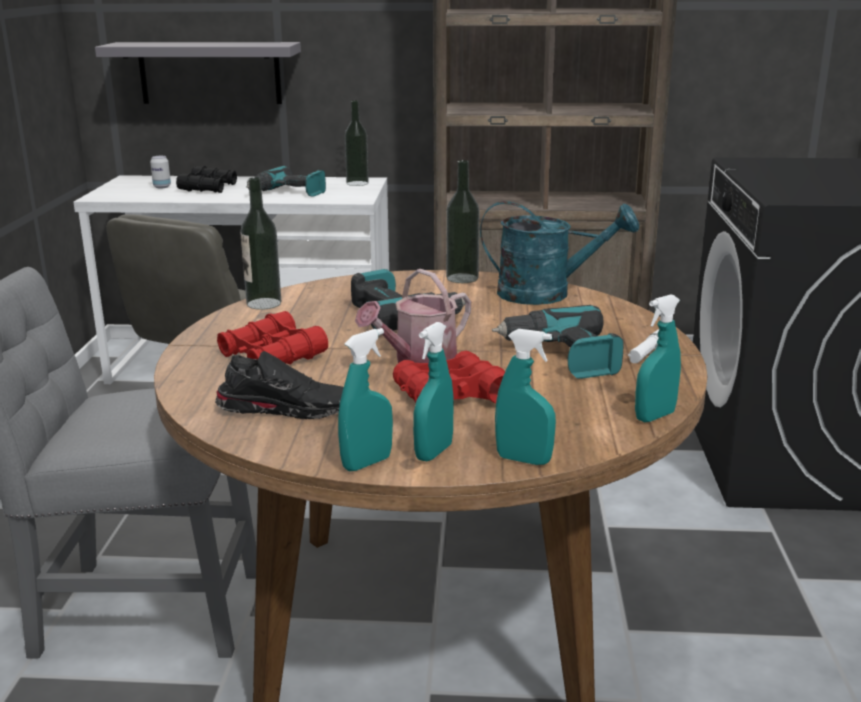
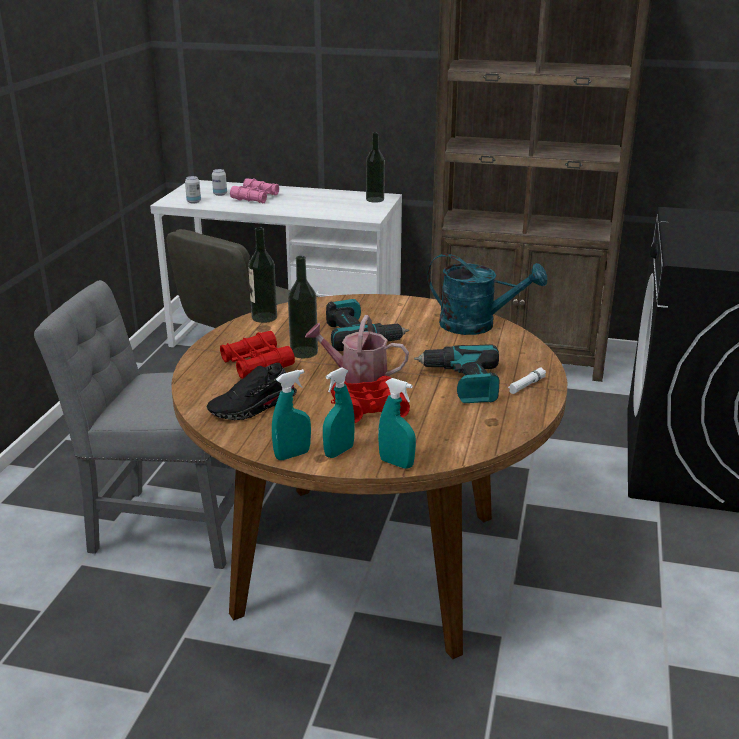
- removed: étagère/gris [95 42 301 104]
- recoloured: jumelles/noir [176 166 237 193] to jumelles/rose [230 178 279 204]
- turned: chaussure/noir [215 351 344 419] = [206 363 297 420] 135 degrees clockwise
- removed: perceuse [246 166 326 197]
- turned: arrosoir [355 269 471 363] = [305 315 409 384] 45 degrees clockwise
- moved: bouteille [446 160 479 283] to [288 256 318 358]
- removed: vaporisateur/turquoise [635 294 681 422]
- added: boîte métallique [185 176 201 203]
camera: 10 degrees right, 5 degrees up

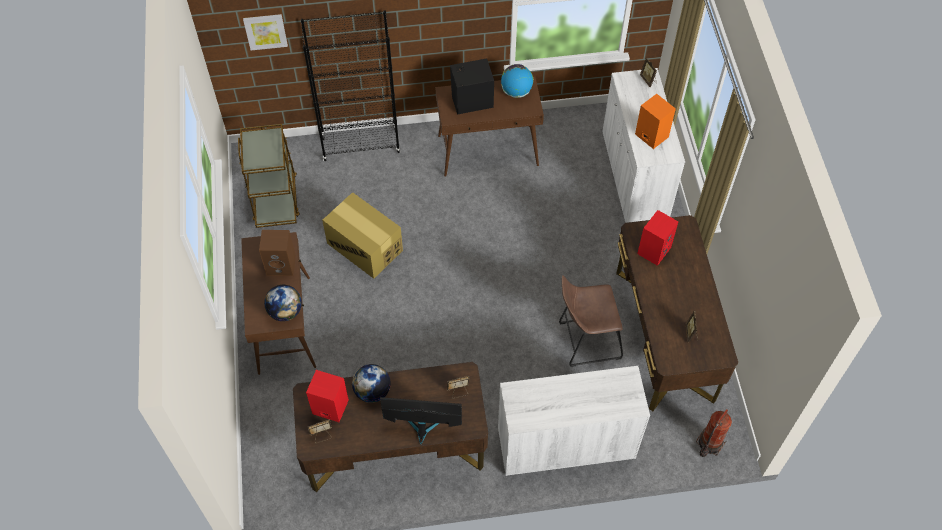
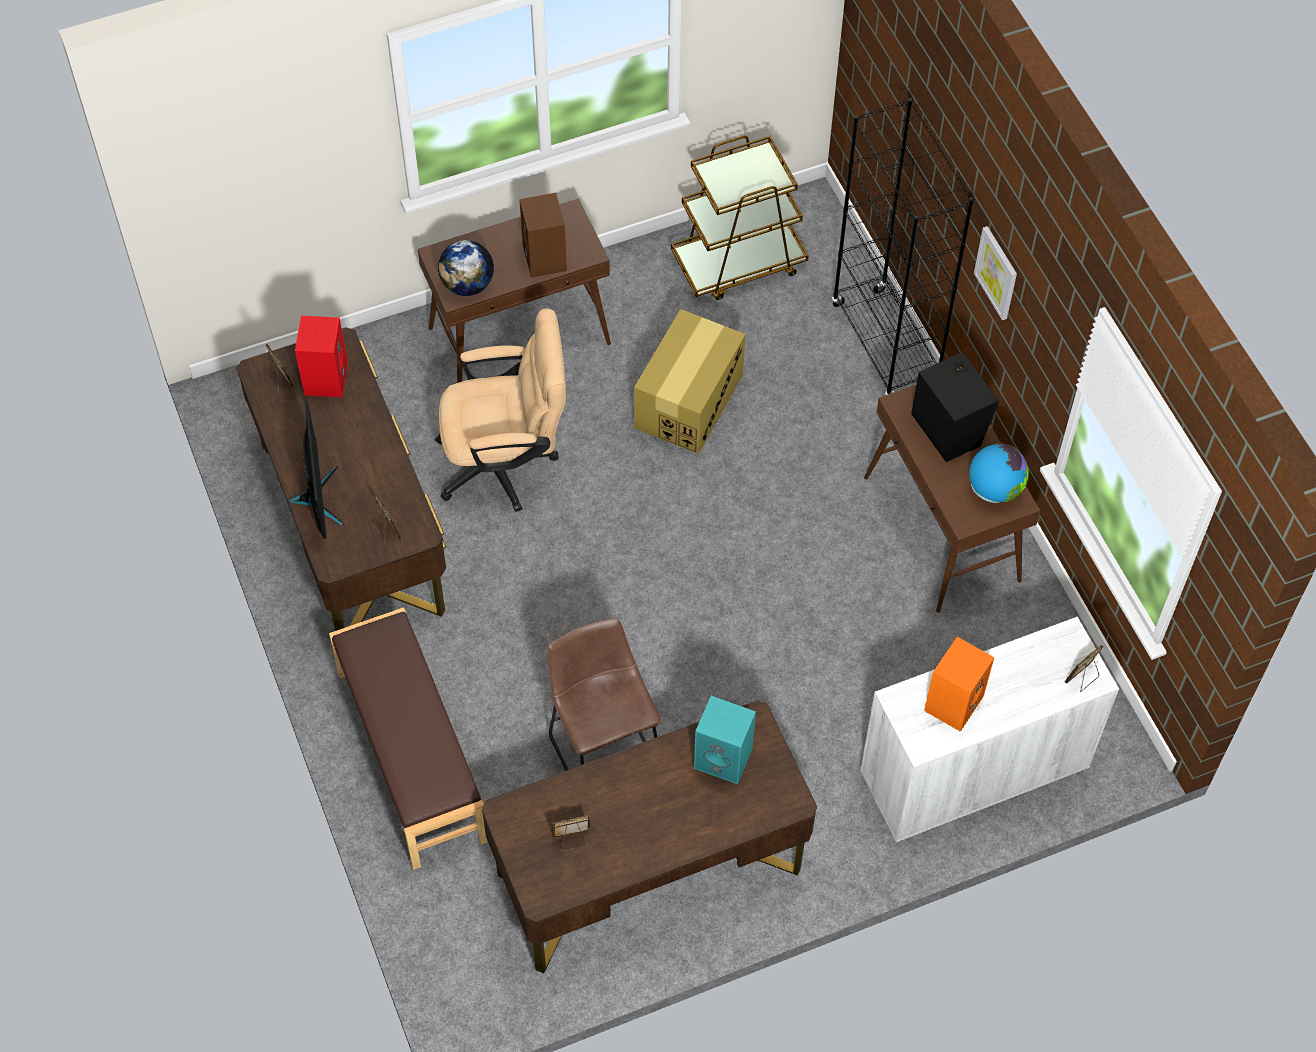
- moved: tableau [243 14 288 50] to [974 226 1017 320]
- removed: globe [352 364 391 403]
- replaced: meuble de rangement/blanc [498 366 650 476] to banc/marron [329 607 488 870]
- recoloured: enceinte/rouge [637 210 678 266] to enceinte/turquoise [694 696 756 784]
- removed: extincteur [696 409 732 457]
- added: chaise de bureau/beige [435 308 566 512]
camera: 75 degrees right, 0 degrees up

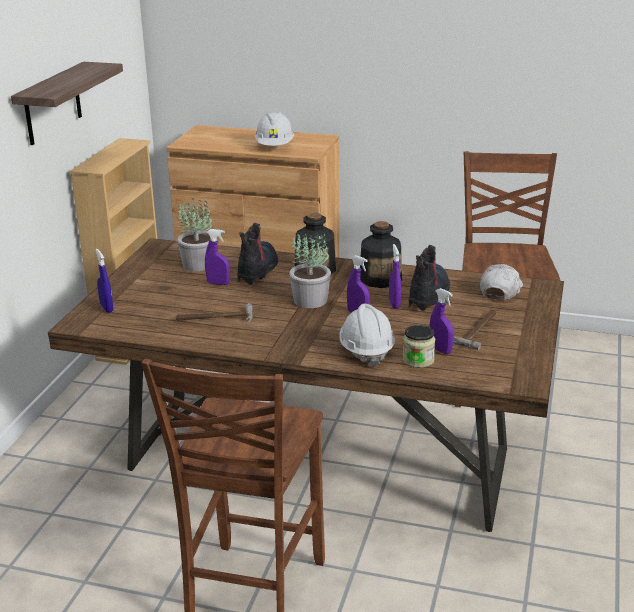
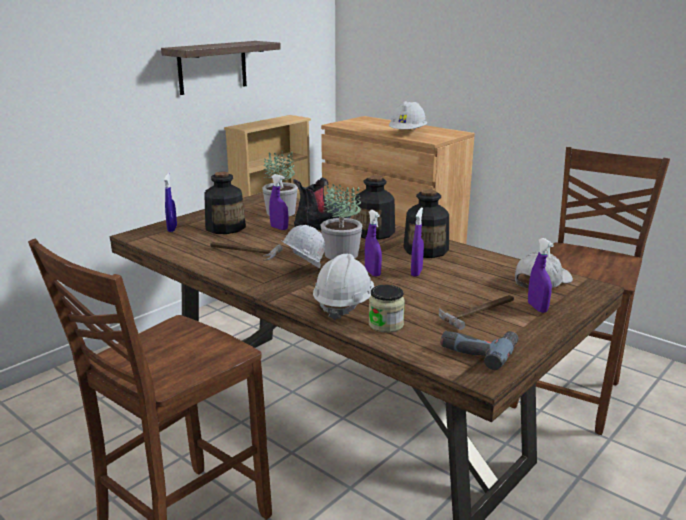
- removed: botte [409 245 450 311]
- moved: vaporisateur/violet [429 288 454 354] to [528 238 554 313]
- added: bouteille [204 172 246 234]
- added: casque de chantier/blanc [282 225 325 269]
- added: perceuse [441 331 518 370]
camera: 25 degrees right, 5 degrees down

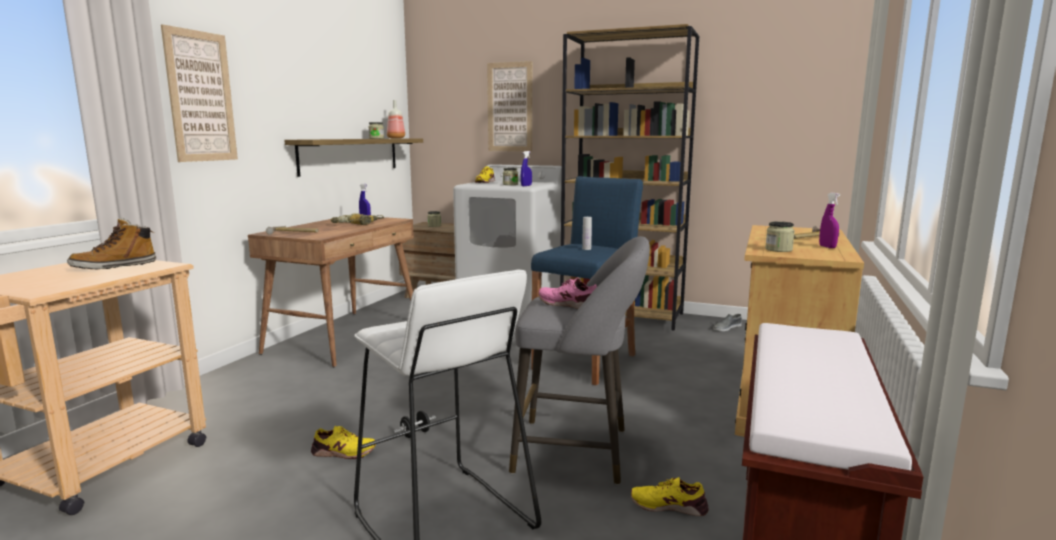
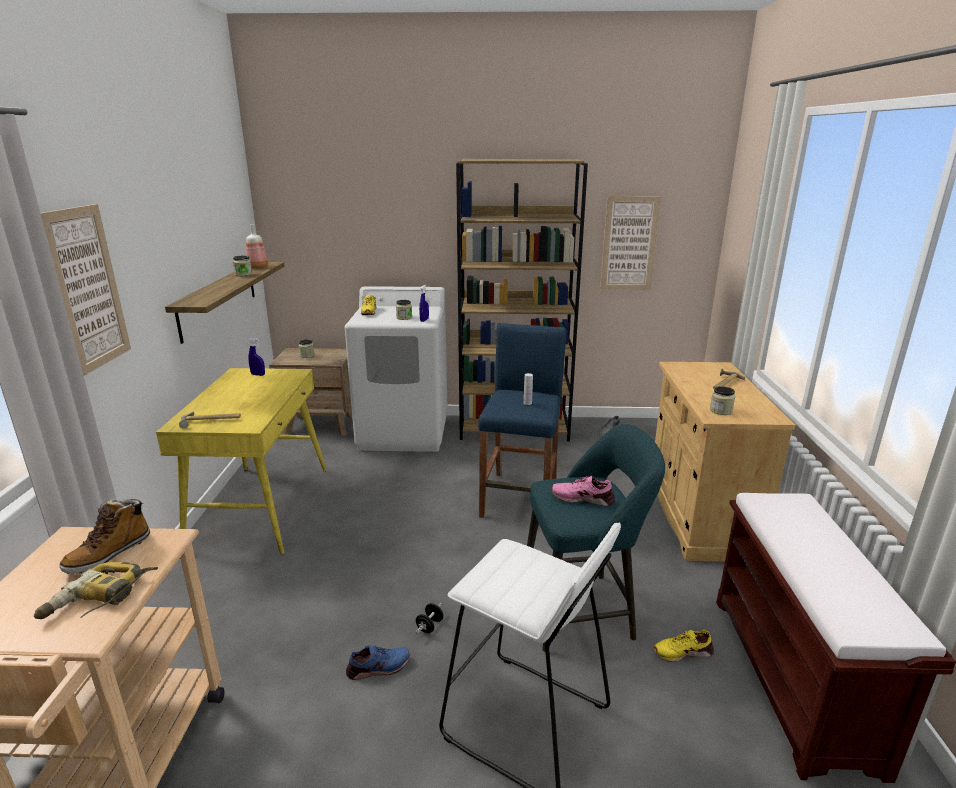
- recoloured: bureau/marron [248 217 414 367] to bureau/jaune [156 368 327 554]
- recoloured: chaussure/jaune [311 426 376 459] to chaussure/bleu [346 645 410 680]
- moved: perceuse [331 213 384 225] to [34 562 158 619]
- moved: tableau [487 61 532 151] to [600 196 661 290]
- recoloured: tabouret/gris [509 236 650 485] to tabouret/turquoise [527 424 665 652]
- removed: vaporisateur/violet [819 193 840 248]
camera: 20 degrees left, 10 degrees up

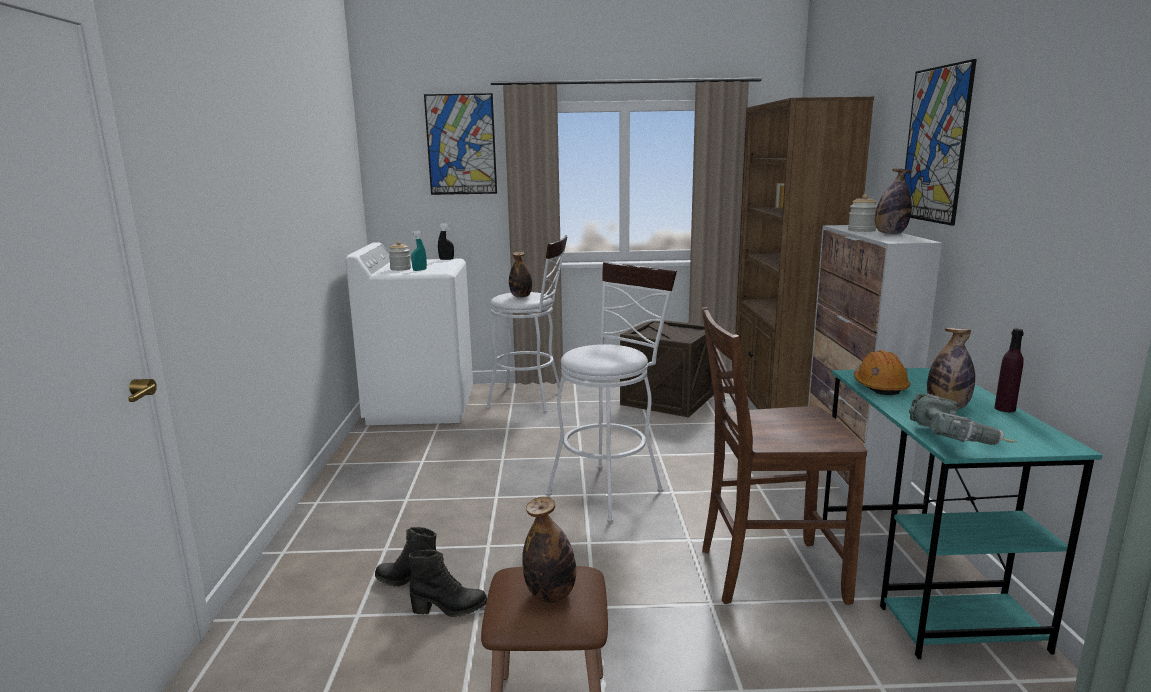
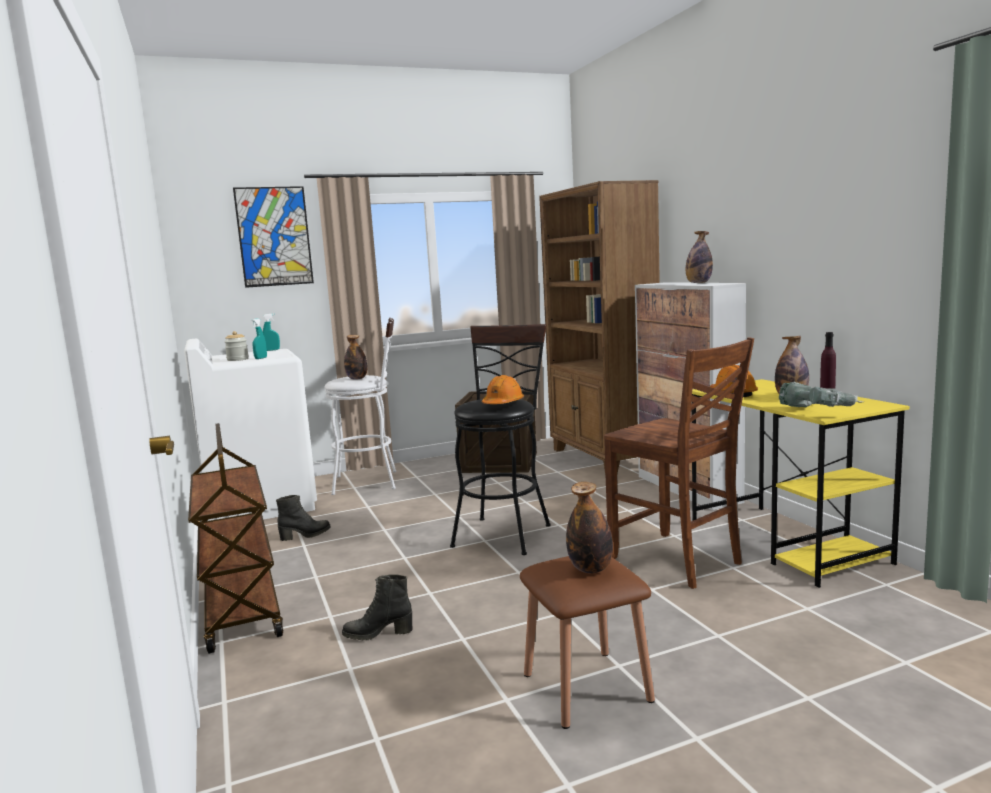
- moved: botte/noir [409 549 487 617] to [276 495 331 541]
- recoloured: vaporisateur/noir [438 223 454 260] to vaporisateur/turquoise [263 314 280 351]
- recoloured: tabouret/blanc [546 262 677 523] to tabouret/noir [450 324 550 555]
- turned: chaise/marron [702 307 867 605] = [604 338 754 589] 105 degrees counterclockwise
- recoloured: bureau/turquoise [823 368 1103 659] to bureau/jaune [692 379 909 588]
- removed: bocal [848 194 877 232]
- removed: tableau [904 59 977 226]
- added: chariot/marron [188 423 284 654]
- added: casque de chantier/orange [482 375 524 404]
camera: 20 degrees left, 5 degrees down

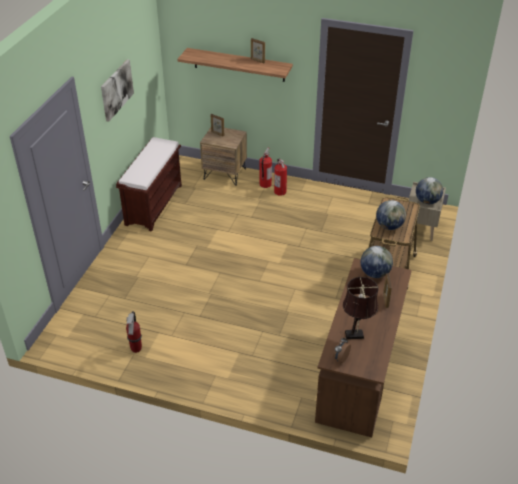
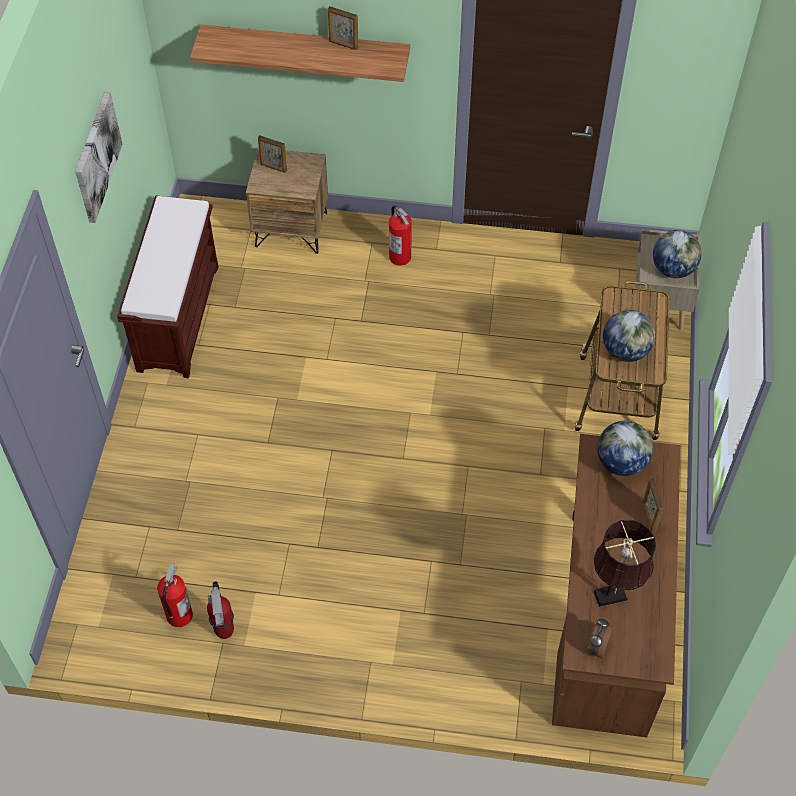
- moved: extincteur [260 148 272 188] to [157 563 193 627]
camera: 10 degrees left, 15 degrees up

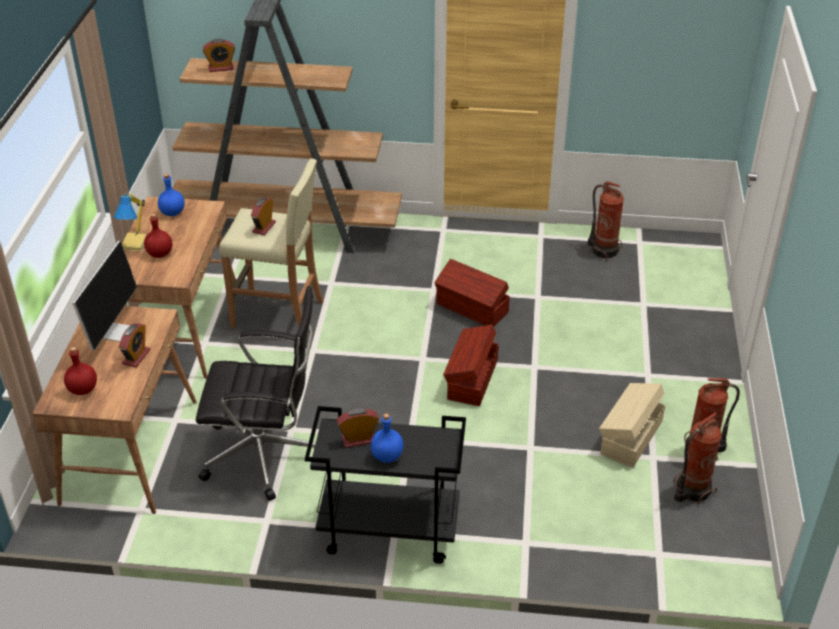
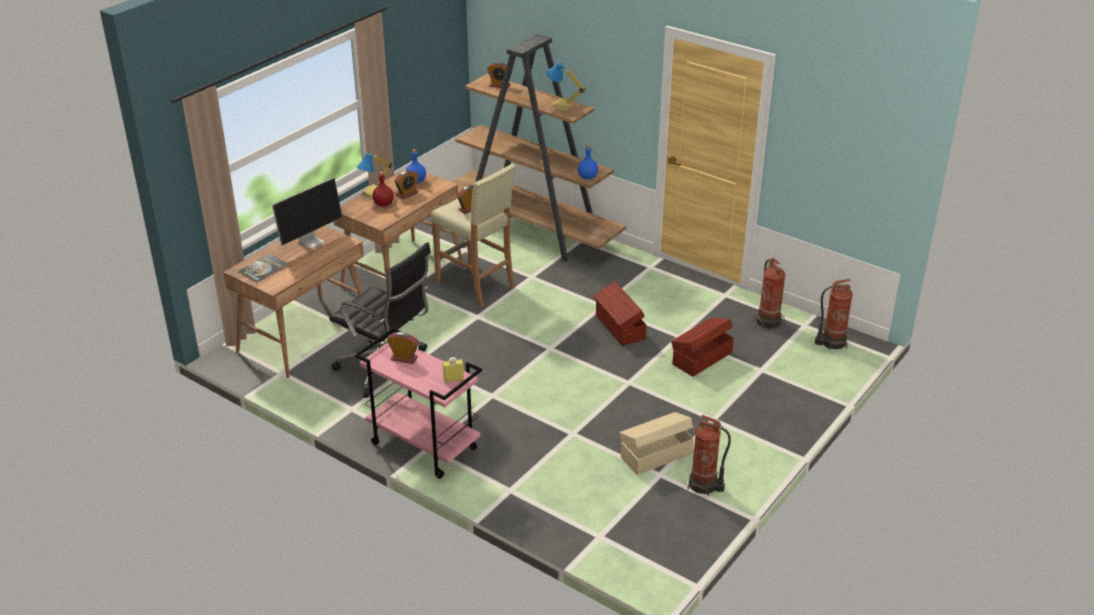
- replaced: bouteille/rouge [64 347 97 395] to livre [238 254 288 282]
- moved: réveil [119 323 150 367] to [394 170 419 199]
- recoloured: chariot/noir [305 406 466 564] to chariot/rose [354 328 482 479]
- moved: bouteille/bleu [371 413 404 463] to [578 145 598 179]
- moved: boîte de rangement/marron [443 325 499 406] to [671 318 734 377]
- moved: extincteur [673 413 722 504] to [815 279 853 350]
- added: bouteille/jaune [443 357 464 383]
- added: lampe de table [546 61 586 111]
camera: 30 degrees right, 5 degrees down

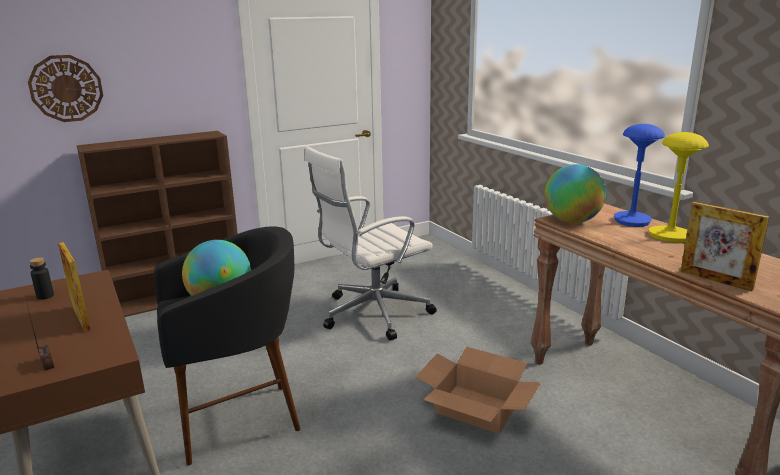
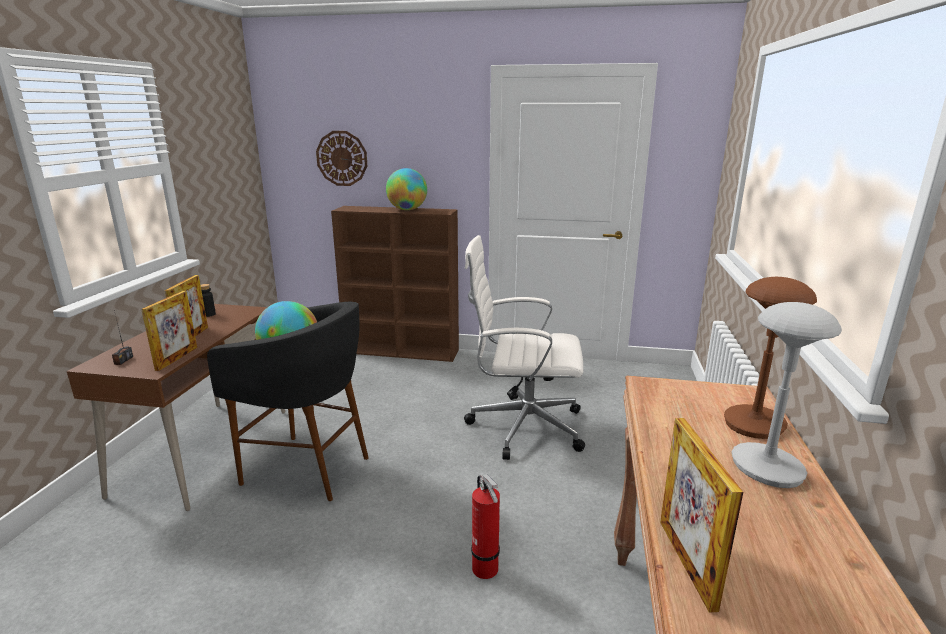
- replaced: carton [416 347 541 434] to extincteur [471 474 500 579]
- moved: globe [544 164 606 223] to [386 168 427 210]
- recoloured: lampe de table/bleu [614 124 665 227] to lampe de table/marron [724 277 817 439]
- recoloured: lampe de table/jaune [648 132 709 242] to lampe de table/gris [732 302 842 488]
- added: cadre photo [141 291 197 371]
camera: 40 degrees right, 0 degrees up

